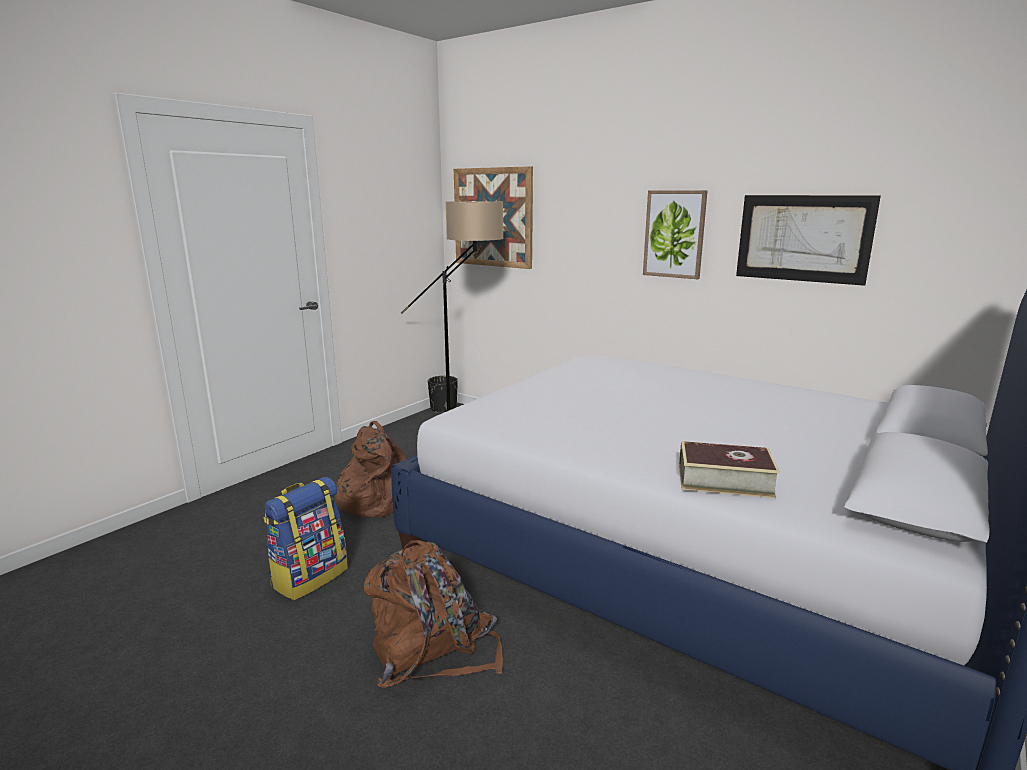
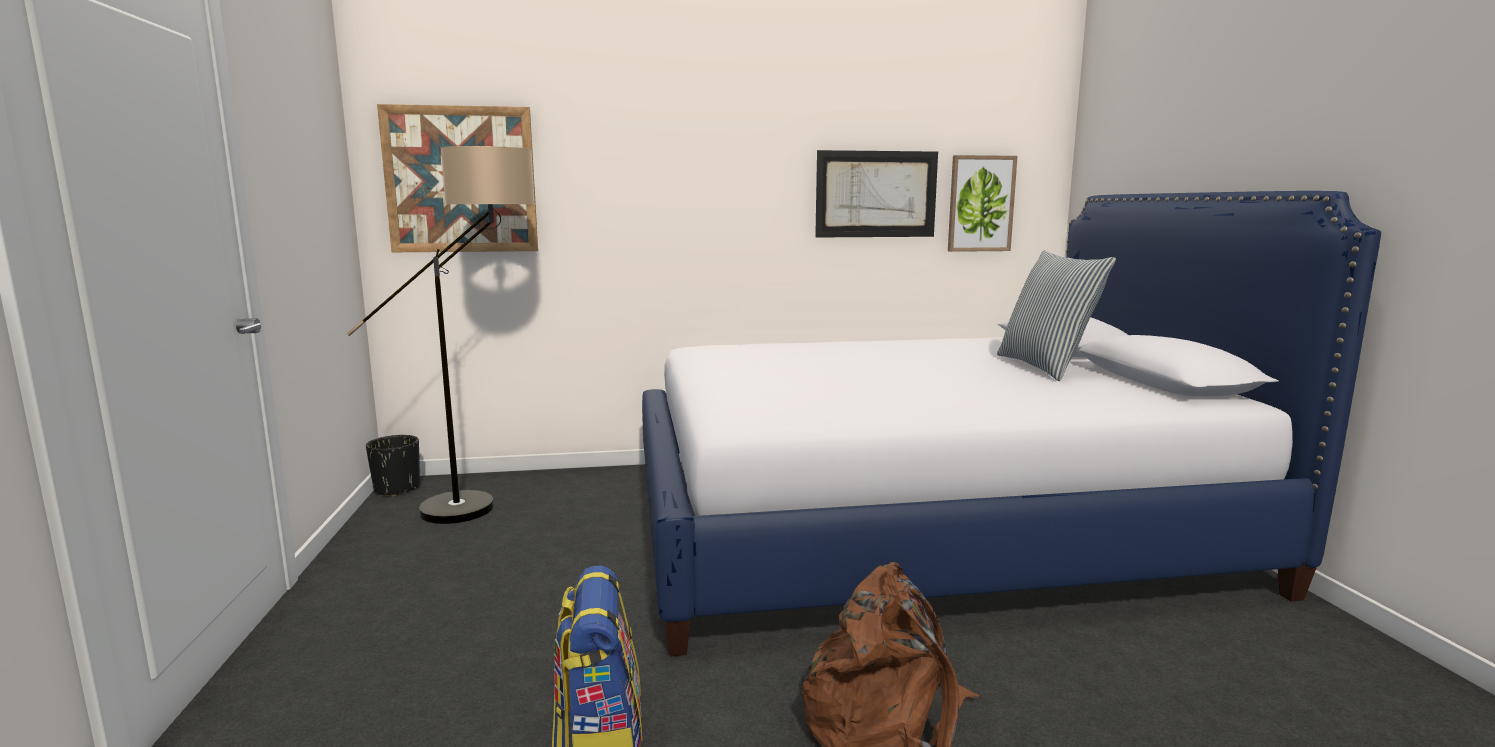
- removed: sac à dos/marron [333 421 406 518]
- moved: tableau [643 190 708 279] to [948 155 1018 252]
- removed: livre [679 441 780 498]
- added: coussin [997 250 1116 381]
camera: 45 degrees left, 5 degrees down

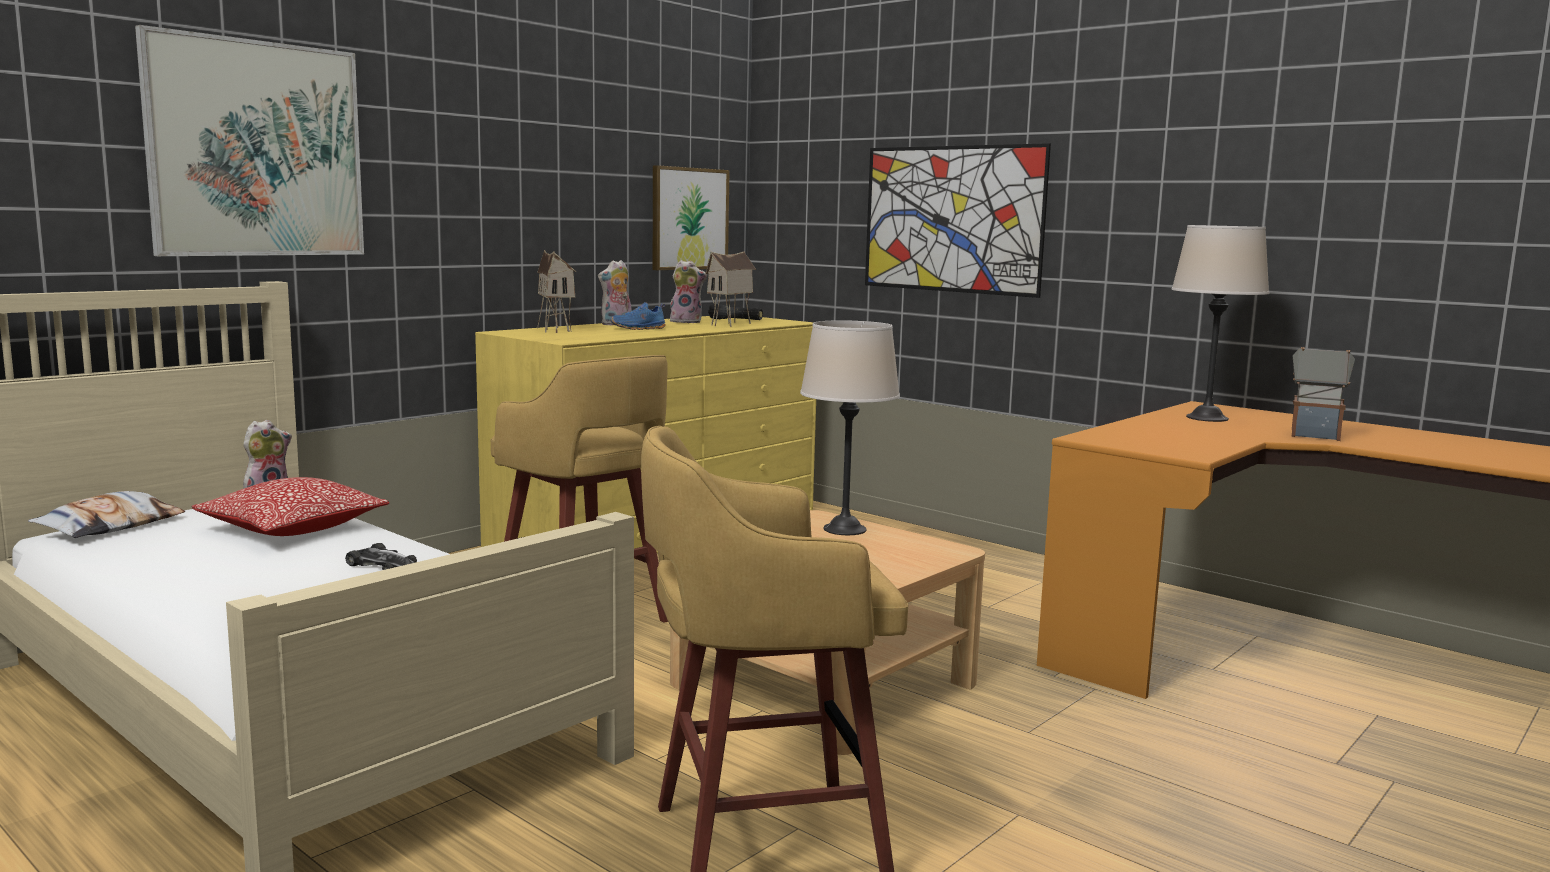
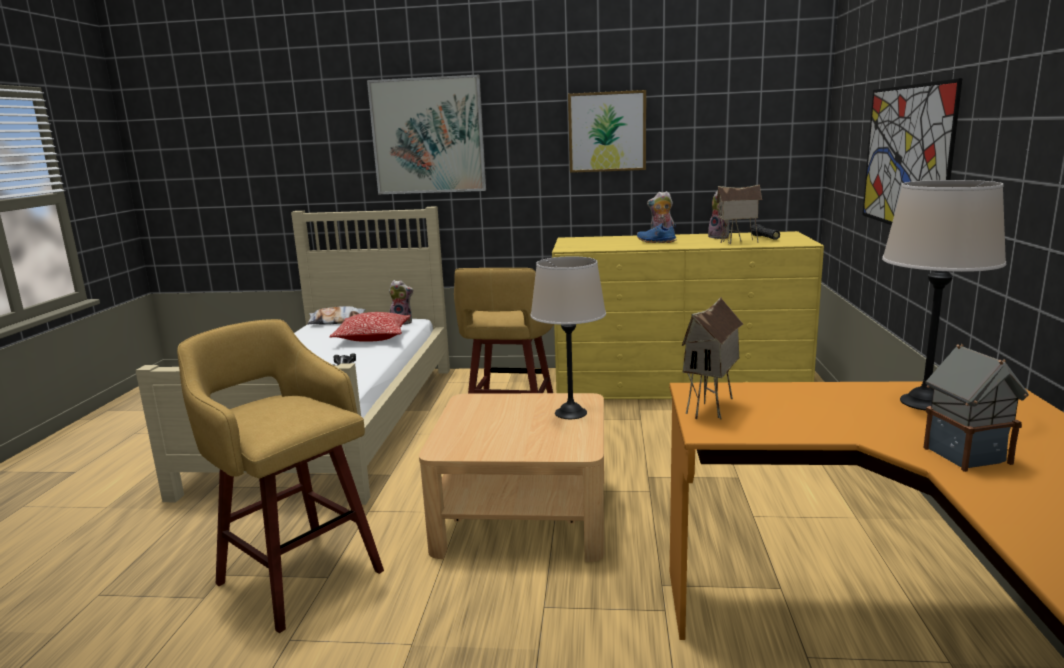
- moved: maison miniature [537 250 576 333] to [682 297 743 419]
- moved: tableau [653 165 730 270] to [568 90 646 173]
camera: 55 degrees right, 5 degrees up

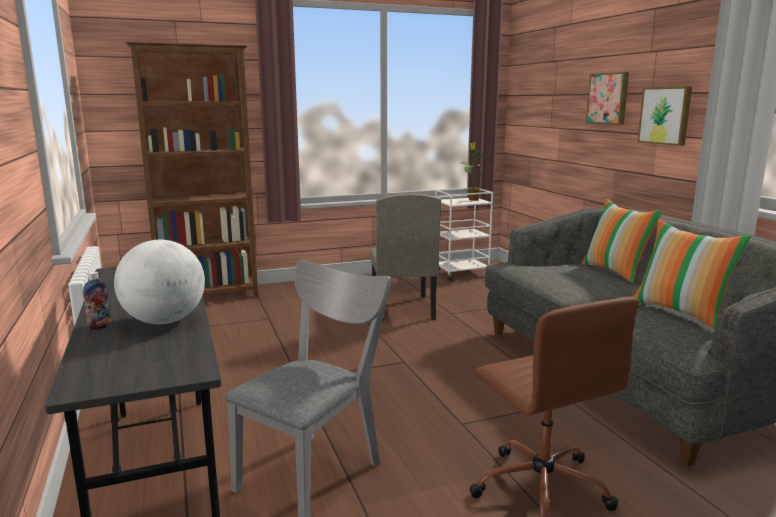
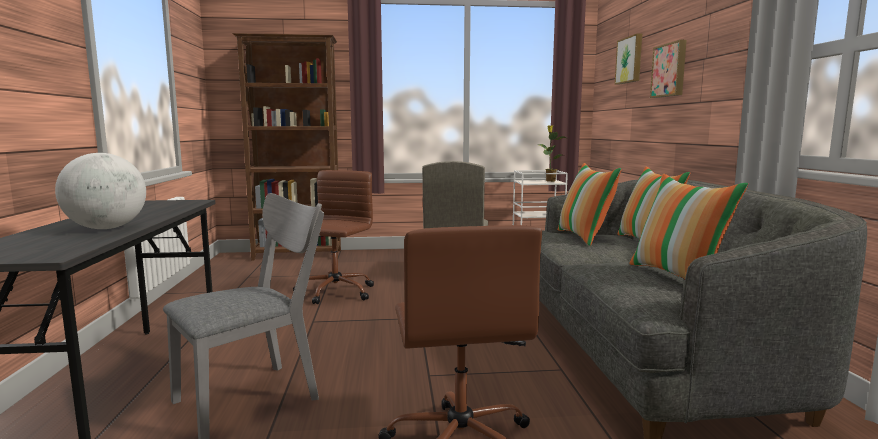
- removed: bouteille [83 272 111 331]
- moved: tableau [638 86 692 146] to [615 33 642 85]
- added: chaise de bureau/marron [293 170 374 304]
- added: coussin [558 163 622 246]
camera: 15 degrees right, 5 degrees down

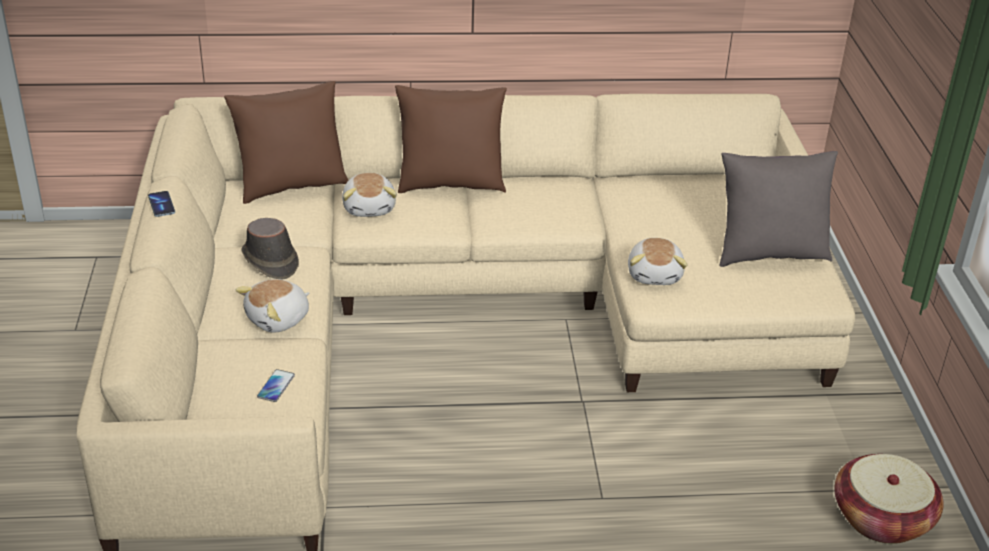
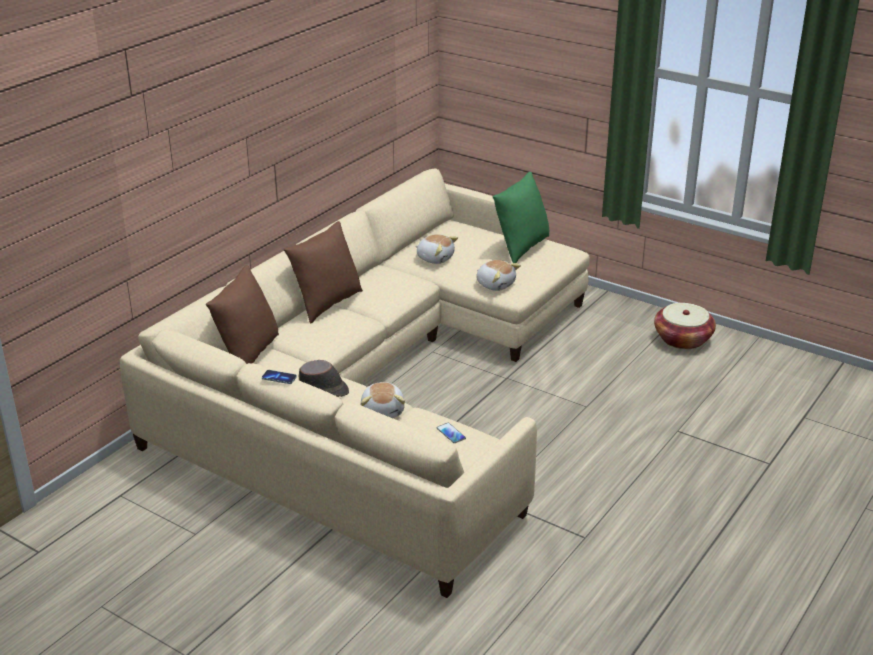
- moved: peluche [342 173 397 217] to [415 234 458 264]
- recoloured: coussin/gris [720 151 838 267] to coussin/vert [492 172 549 263]
camera: 50 degrees left, 5 degrees down

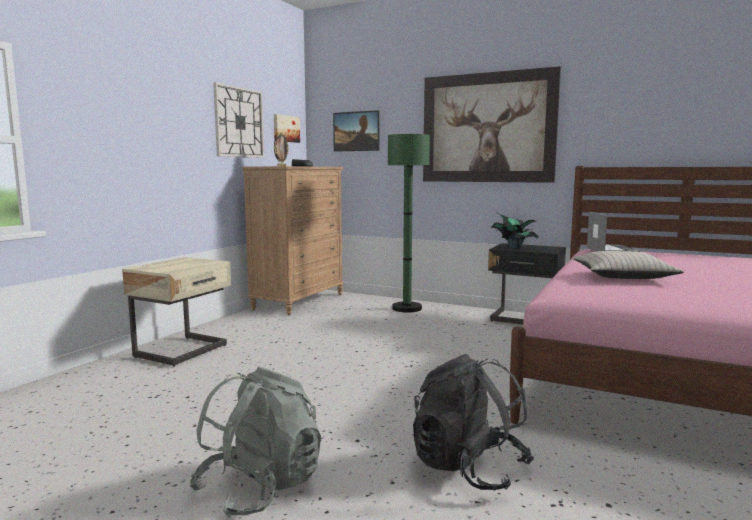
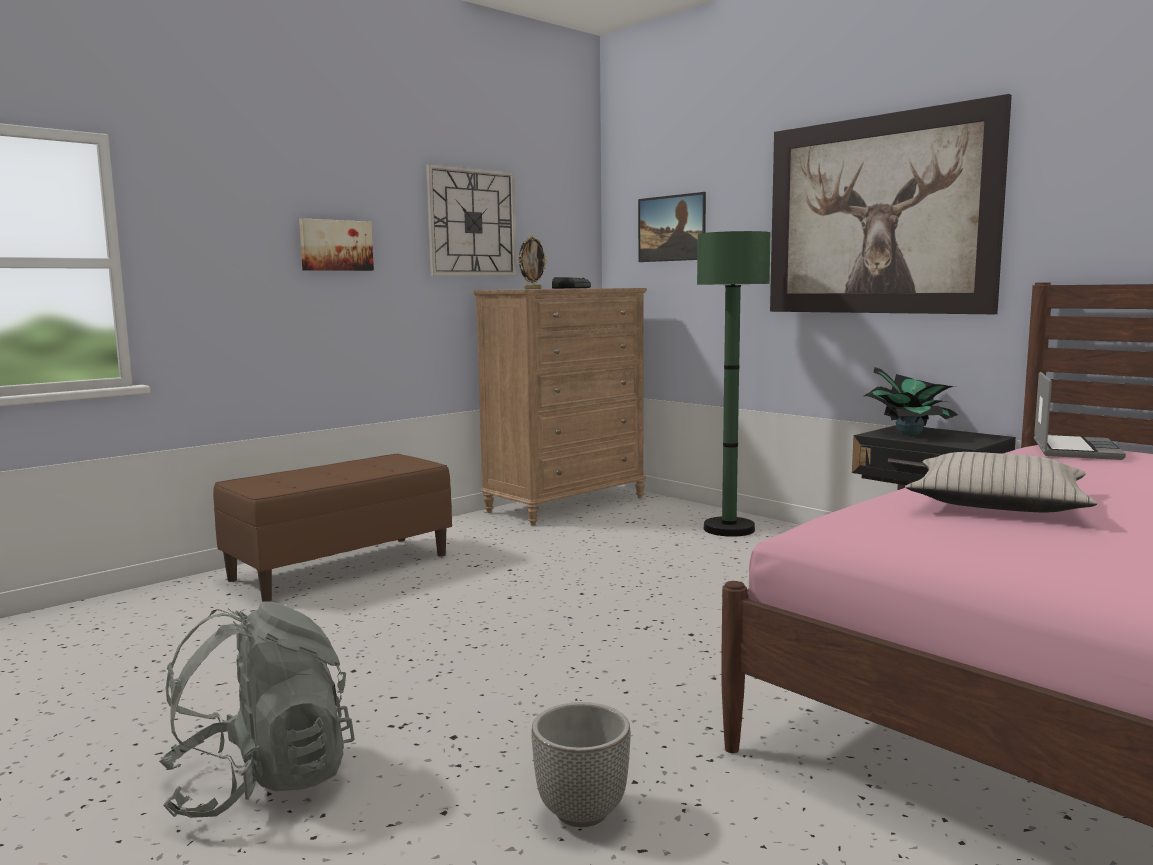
- replaced: table de chevet/beige [122 257 231 367] to banc/marron [213 454 452 602]
- moved: tableau [274 114 300 143] to [299 218 374 271]
- replaced: sac à dos/noir [413 354 534 490] to cache-pot [531 702 631 827]
camera: 20 degrees right, 0 degrees up

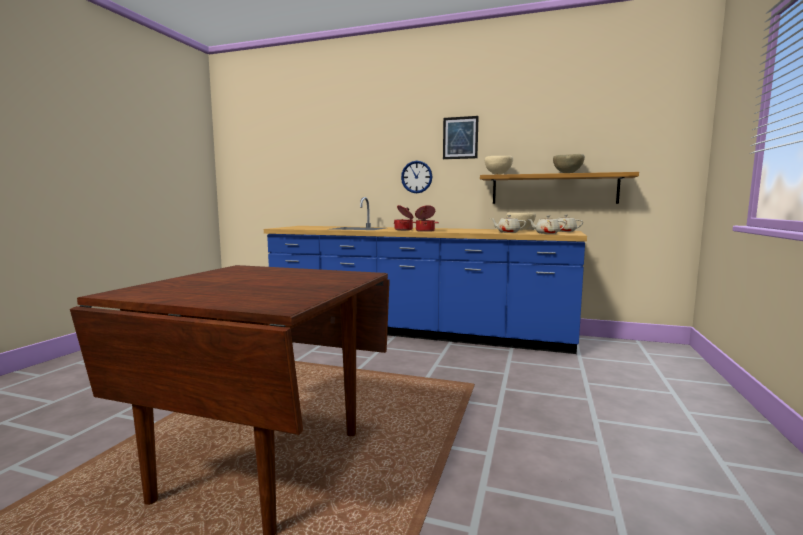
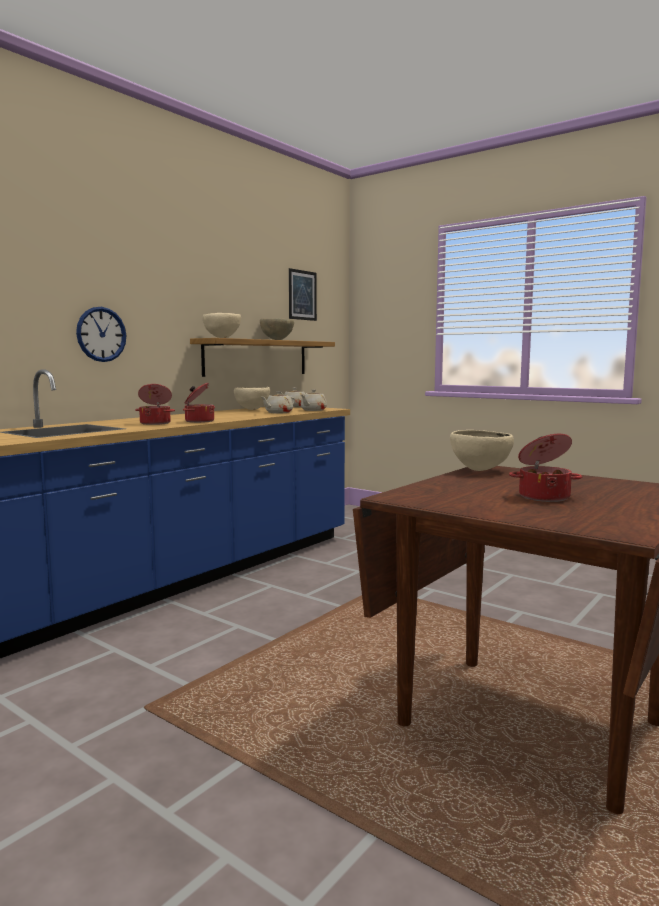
- moved: tableau [443 116 479 159] to [289 268 317 321]
- added: bol/beige [450 430 514 471]
- added: marmite [509 434 582 502]
camera: 70 degrees left, 0 degrees up

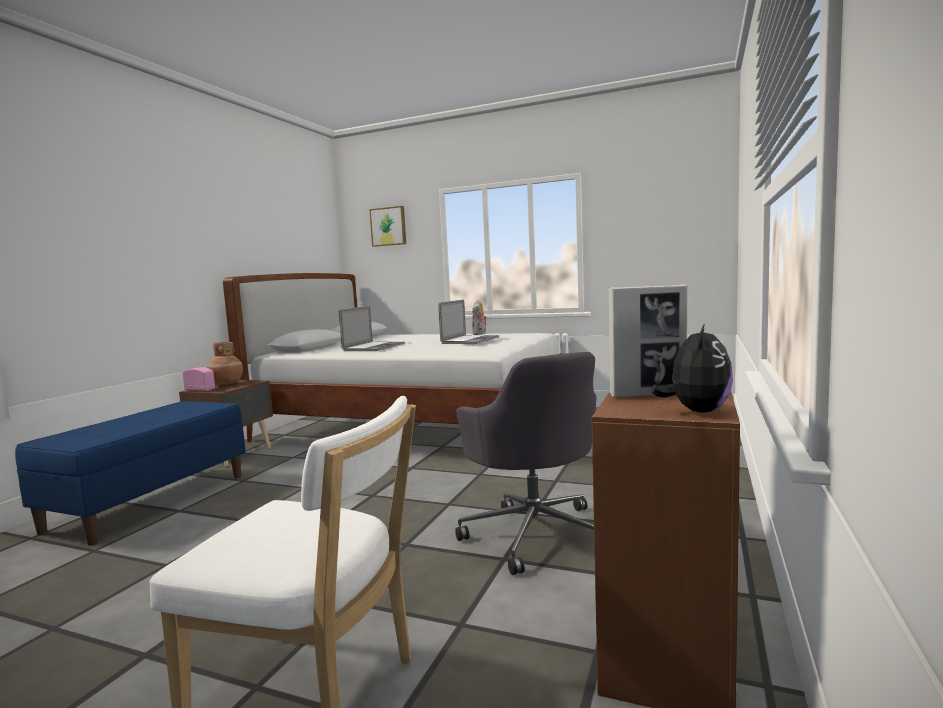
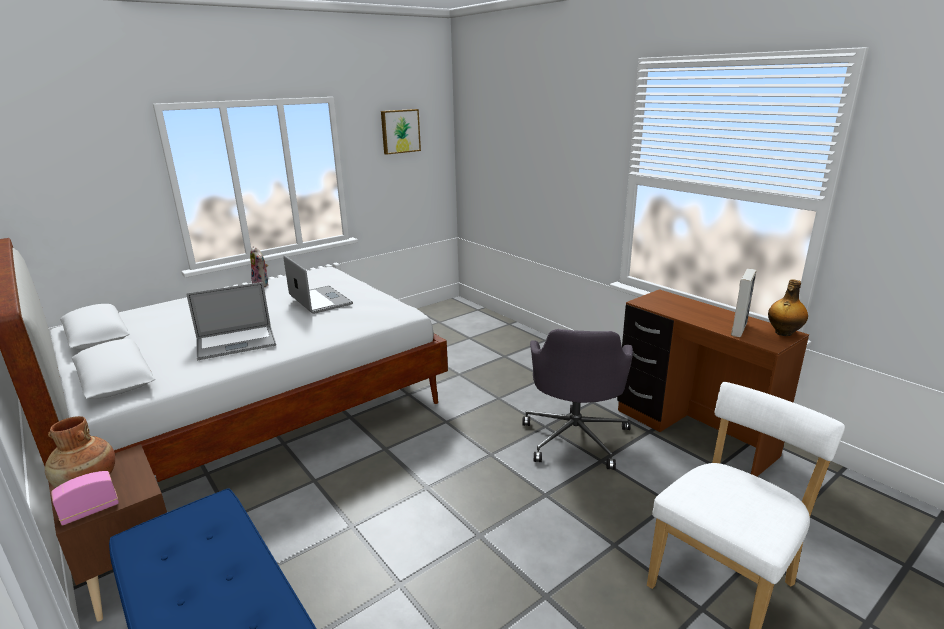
- turned: ordinateur portable [339 306 405 351] = [187 282 276 360] 105 degrees clockwise
- moved: tableau [369 206 406 247] to [381 109 421 155]
- turned: chaise de bureau/gris [455 352 596 575] = [522 329 633 470] 90 degrees clockwise
- replaced: peluche [651 324 733 412] to bouteille [768 279 808 336]
camera: 60 degrees left, 15 degrees up

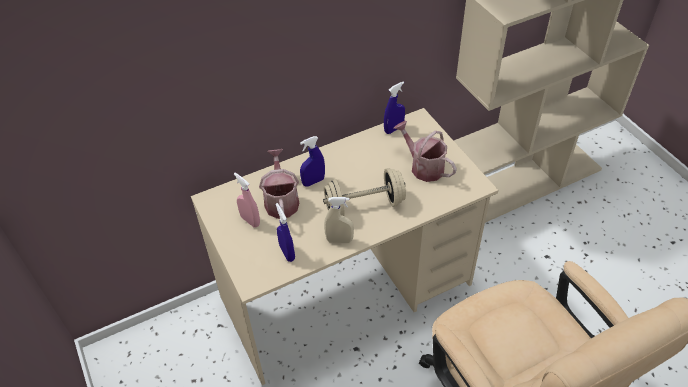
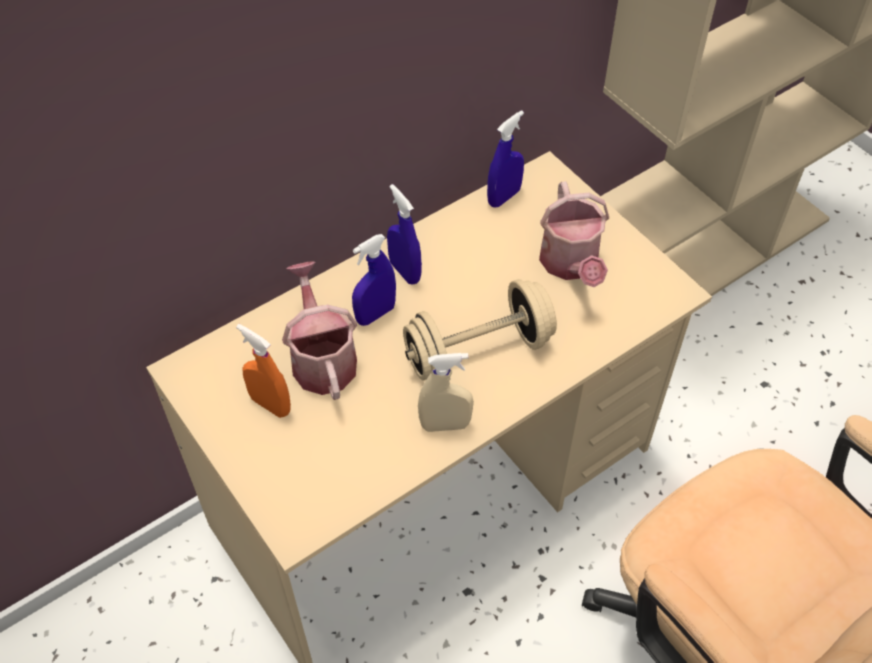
- recoloured: vaporisateur/rose [234 173 260 227] to vaporisateur/orange [236 324 291 418]
- moved: vaporisateur/bleu [276 203 295 262] to [387 184 422 285]
- turned: arrosoir [394 121 457 182] = [539 181 609 287] 135 degrees counterclockwise
camera: 10 degrees left, 5 degrees up

